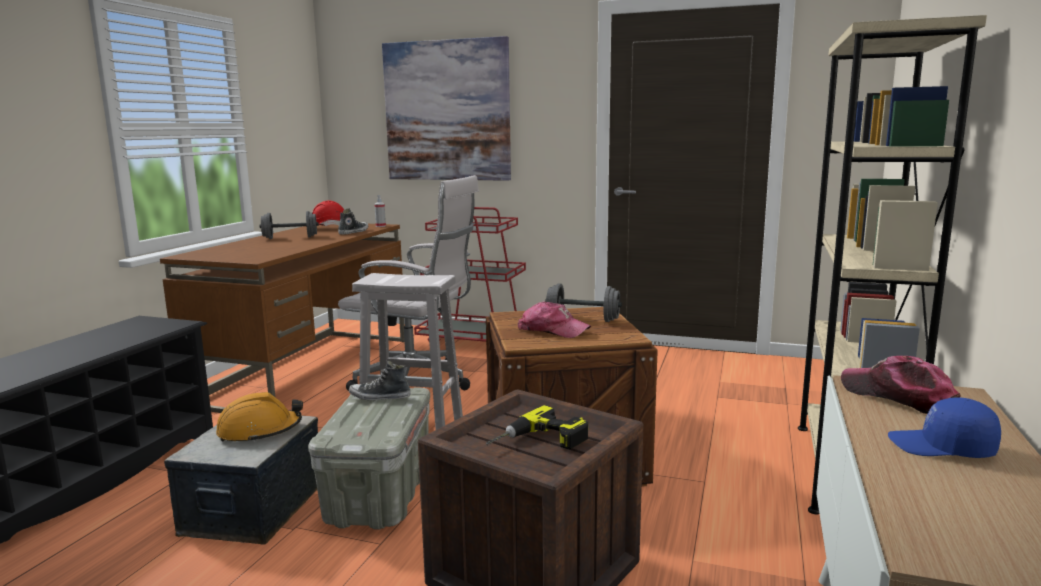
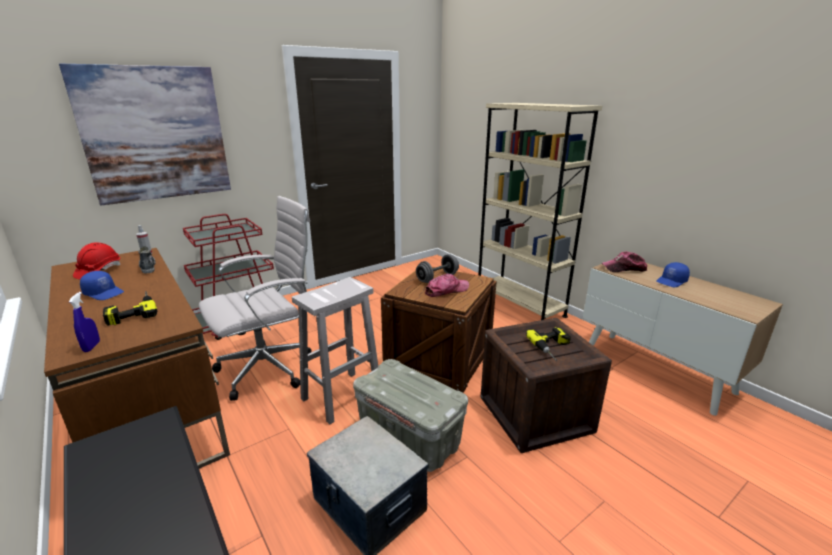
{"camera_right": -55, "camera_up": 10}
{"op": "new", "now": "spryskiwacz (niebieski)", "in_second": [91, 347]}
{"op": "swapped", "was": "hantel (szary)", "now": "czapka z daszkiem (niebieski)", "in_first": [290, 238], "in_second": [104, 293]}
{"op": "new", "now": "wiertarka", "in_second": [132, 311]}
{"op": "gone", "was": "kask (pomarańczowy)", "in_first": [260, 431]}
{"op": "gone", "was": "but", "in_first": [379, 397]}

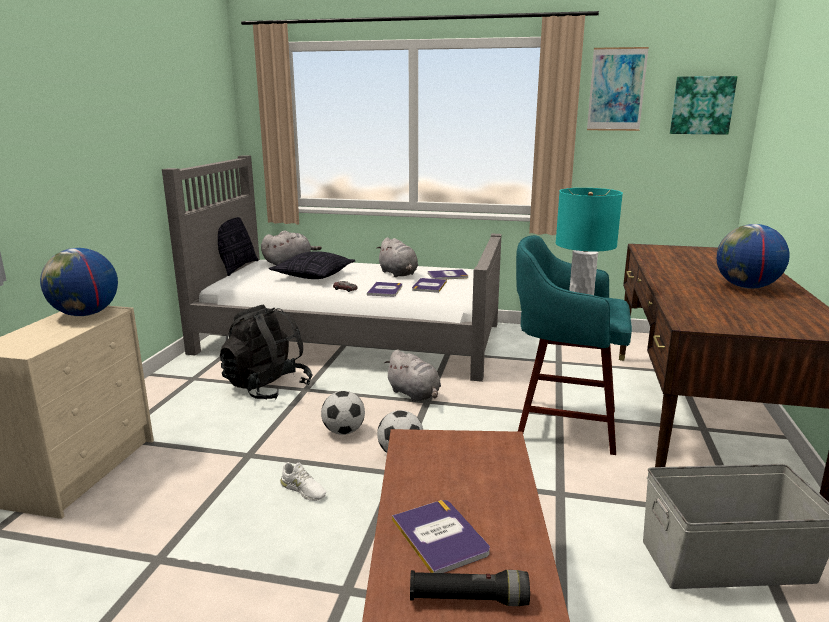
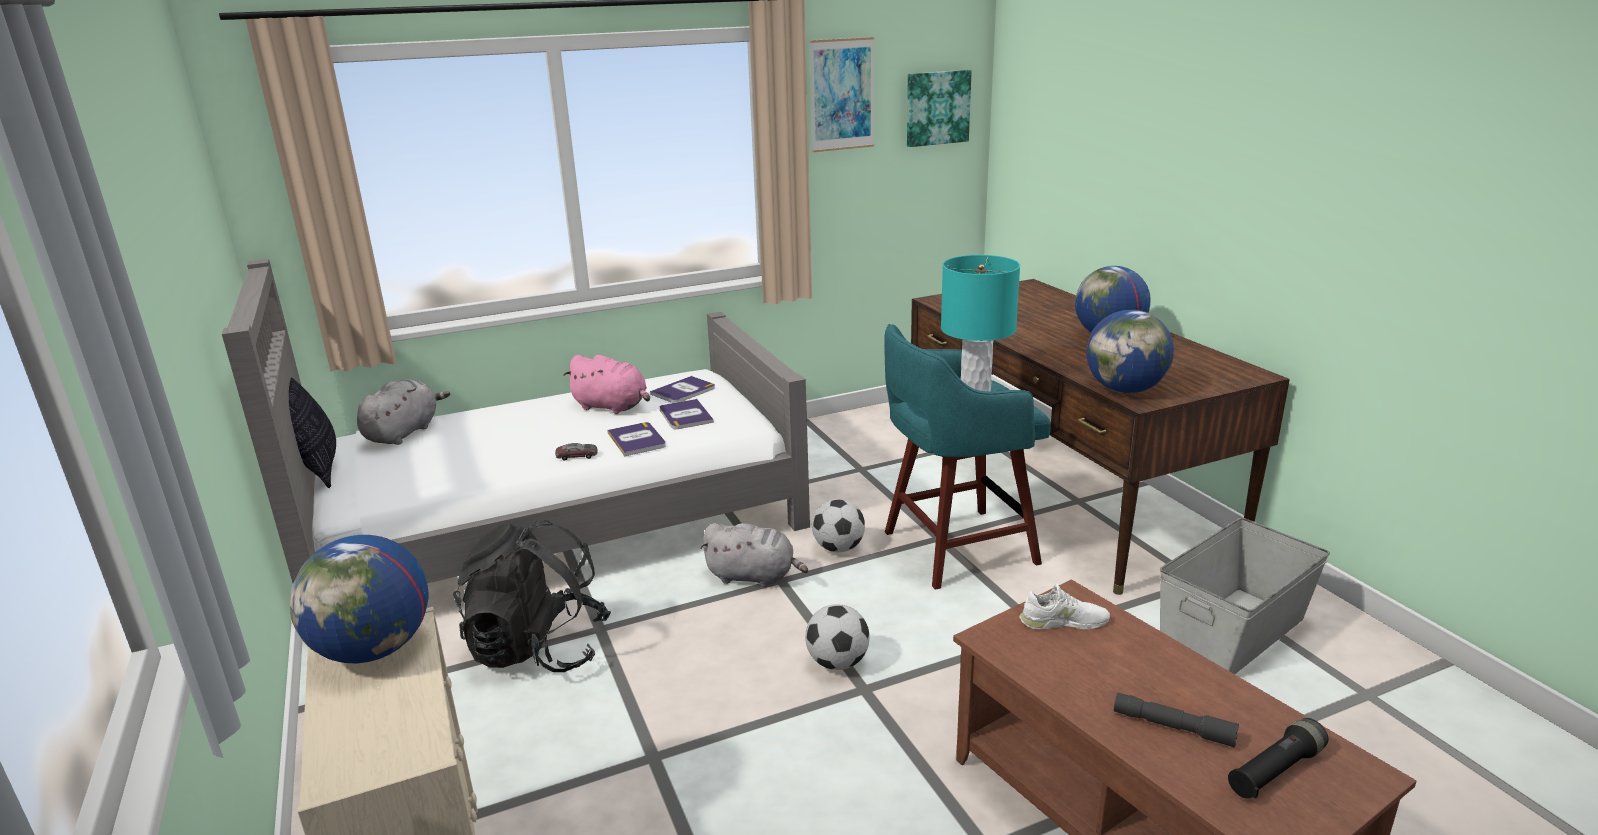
{"camera_right": -35, "camera_up": 5}
{"op": "repainted", "was": "pluszak (szary)", "now": "pluszak (różowy)", "in_first": [398, 274], "in_second": [612, 407]}
{"op": "shifted", "was": "piłka futbolowa", "in_first": [343, 431], "in_second": [838, 548]}
{"op": "shifted", "was": "but (biały)", "in_first": [303, 490], "in_second": [1063, 621]}
{"op": "new", "now": "globus", "in_second": [1125, 390]}
{"op": "swapped", "was": "książka", "now": "latarka (szary)", "in_first": [440, 536], "in_second": [1173, 727]}
{"op": "gone", "was": "poduszka", "in_first": [314, 276]}

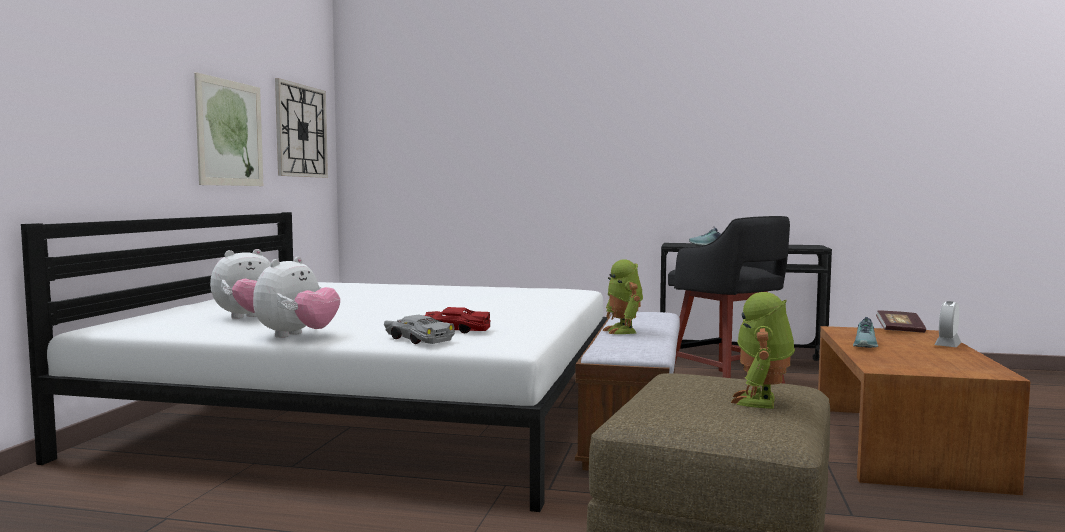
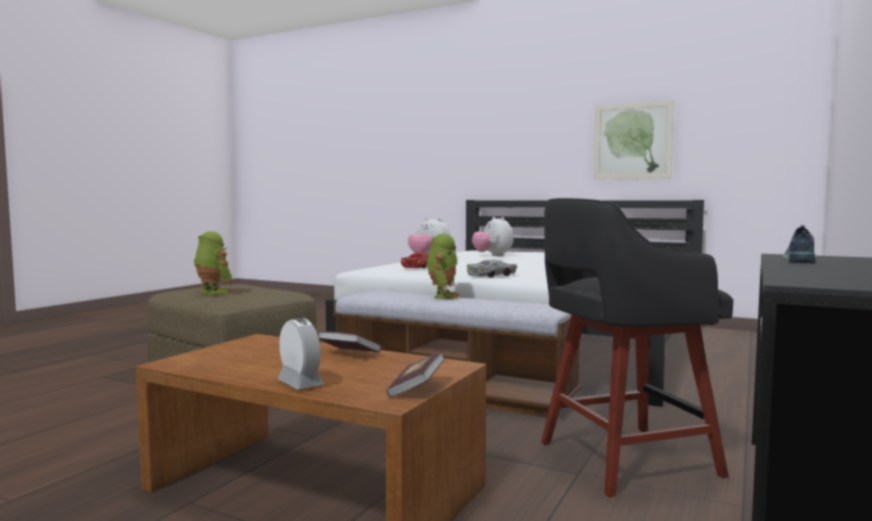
{"camera_right": 105, "camera_up": 0}
{"op": "swapped", "was": "but", "now": "książka", "in_first": [866, 345], "in_second": [349, 354]}
{"op": "rotated", "was": "robot zabawkowy", "in_first": [623, 331], "in_second": [443, 296], "clockwise": 105}
{"op": "shifted", "was": "samochodzik (szary)", "in_first": [418, 339], "in_second": [492, 275]}
{"op": "gone", "was": "zegar ścienny", "in_first": [301, 131]}

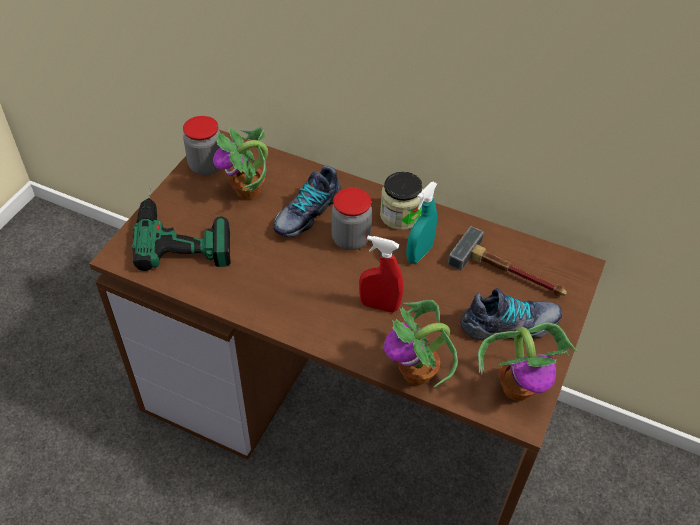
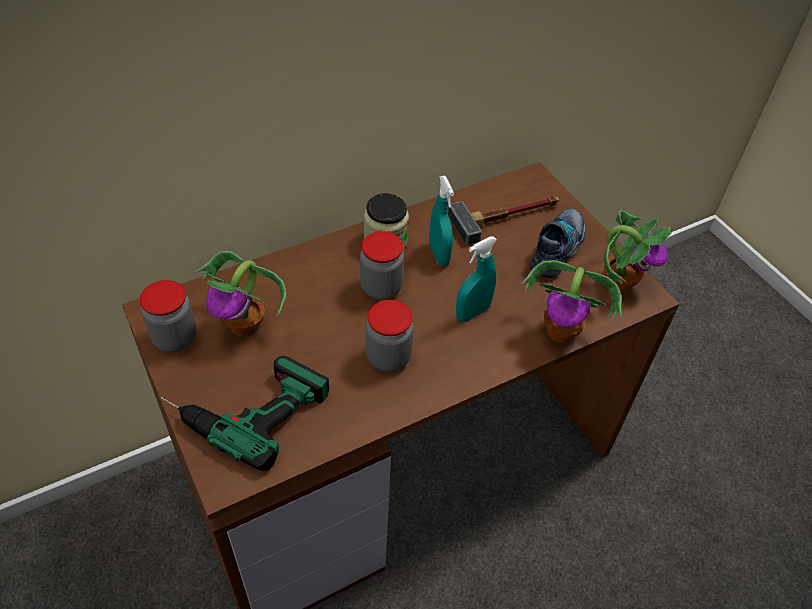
{"camera_right": -55, "camera_up": 0}
{"op": "new", "now": "słoik", "in_second": [388, 357]}
{"op": "repainted", "was": "spryskiwacz (czerwony)", "now": "spryskiwacz (turkusowy)", "in_first": [379, 305], "in_second": [472, 313]}
{"op": "gone", "was": "but", "in_first": [306, 213]}

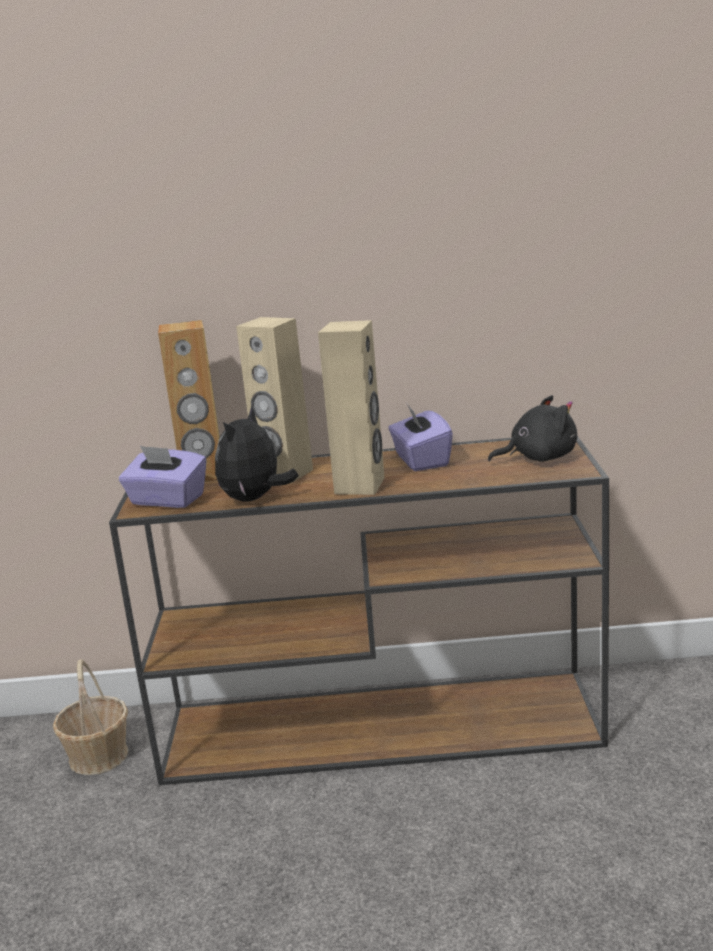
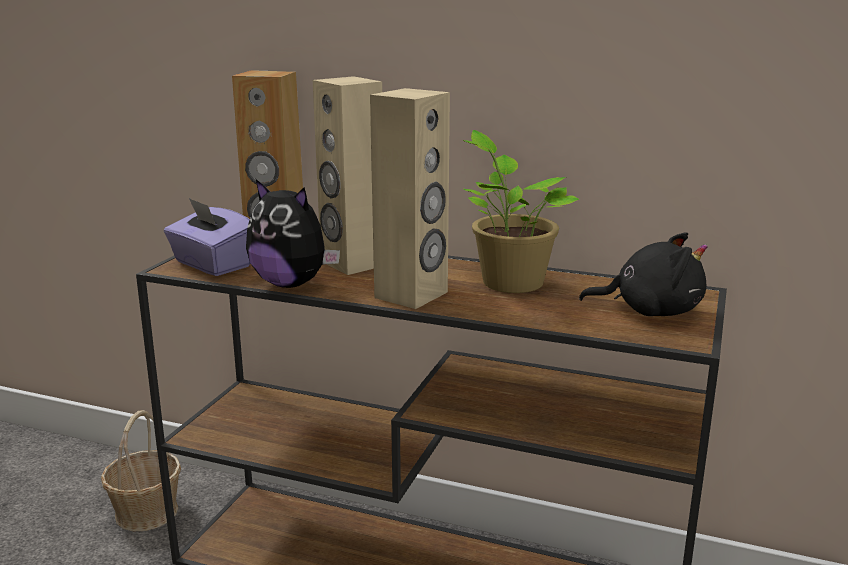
{"camera_right": 20, "camera_up": 0}
{"op": "rotated", "was": "pluszak", "in_first": [254, 499], "in_second": [291, 283], "clockwise": -105}
{"op": "swapped", "was": "pudełko chusteczek (fioletowy)", "now": "roślina doniczkowa", "in_first": [421, 460], "in_second": [509, 281]}

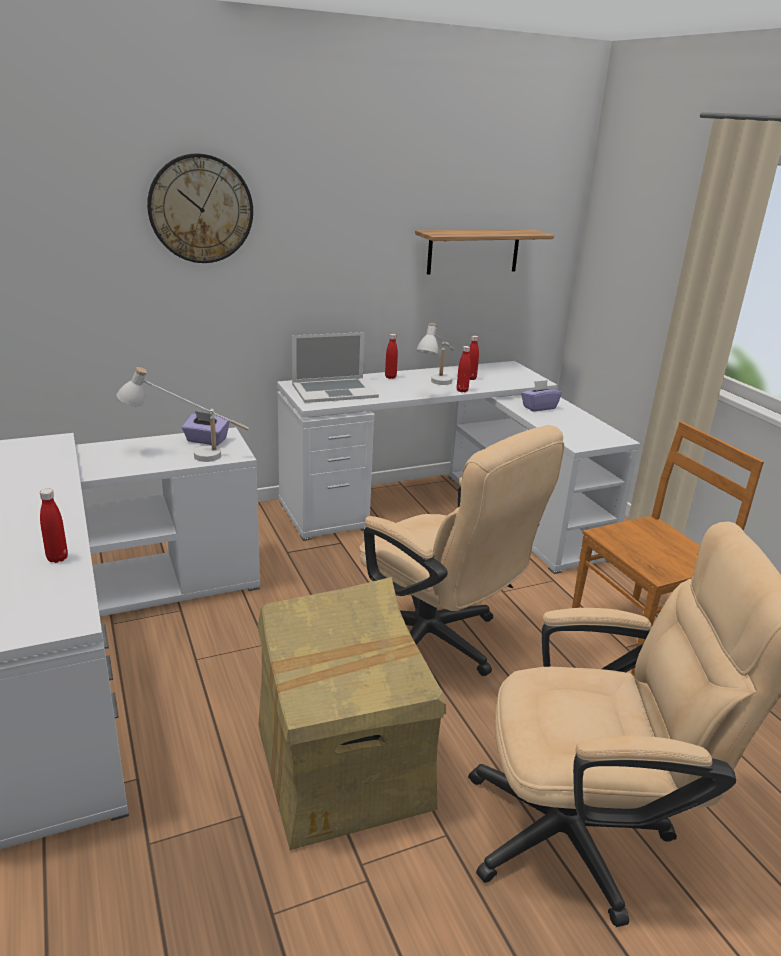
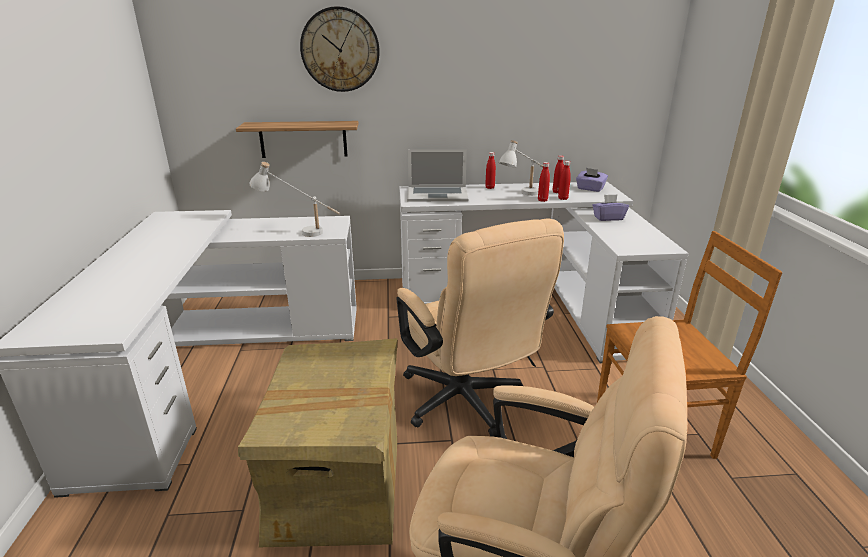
{"camera_right": 20, "camera_up": 0}
{"op": "shifted", "was": "półka", "in_first": [473, 251], "in_second": [303, 139]}
{"op": "shifted", "was": "butelka (czerwony)", "in_first": [57, 558], "in_second": [563, 198]}
{"op": "shifted", "was": "pudełko chusteczek (fioletowy)", "in_first": [206, 440], "in_second": [590, 189]}

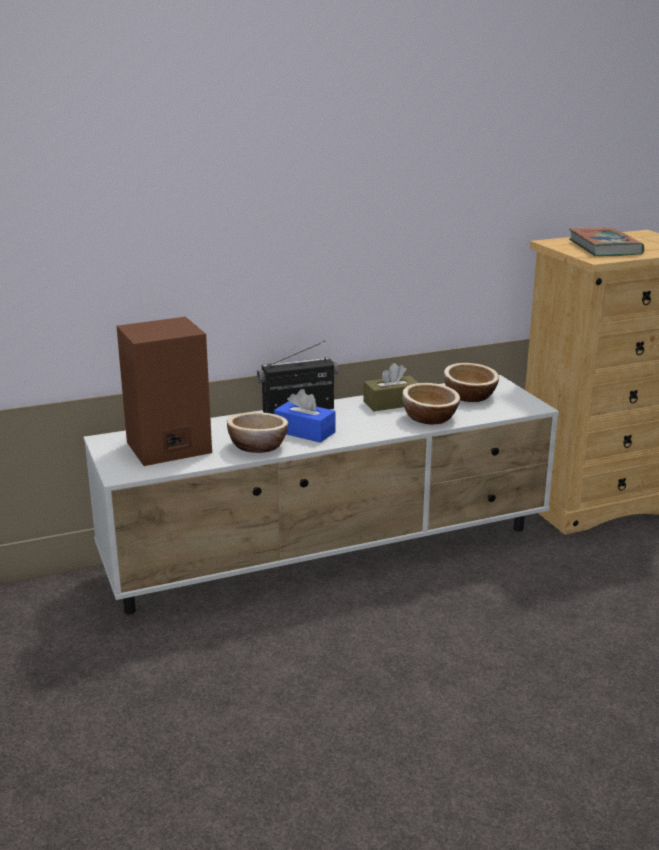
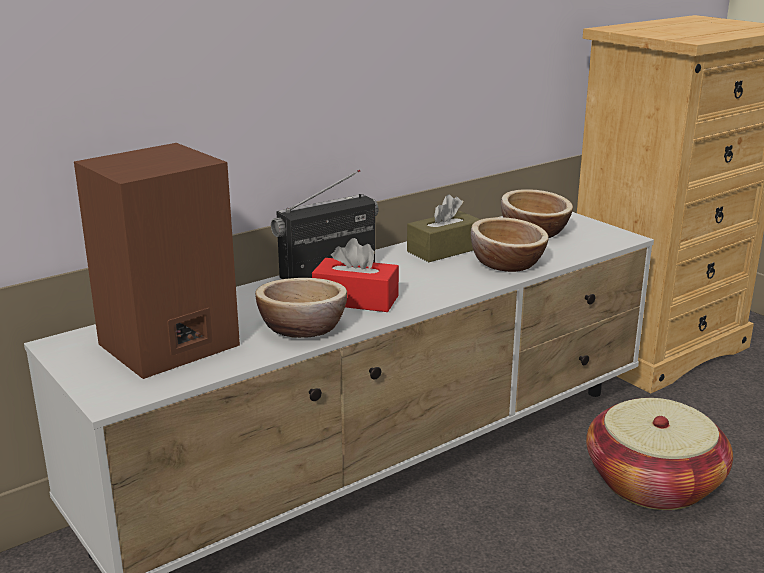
{"camera_right": -15, "camera_up": 0}
{"op": "repainted", "was": "pudełko chusteczek (niebieski)", "now": "pudełko chusteczek (czerwony)", "in_first": [304, 432], "in_second": [356, 300]}
{"op": "new", "now": "koszyk", "in_second": [653, 483]}
{"op": "gone", "was": "książka", "in_first": [604, 247]}

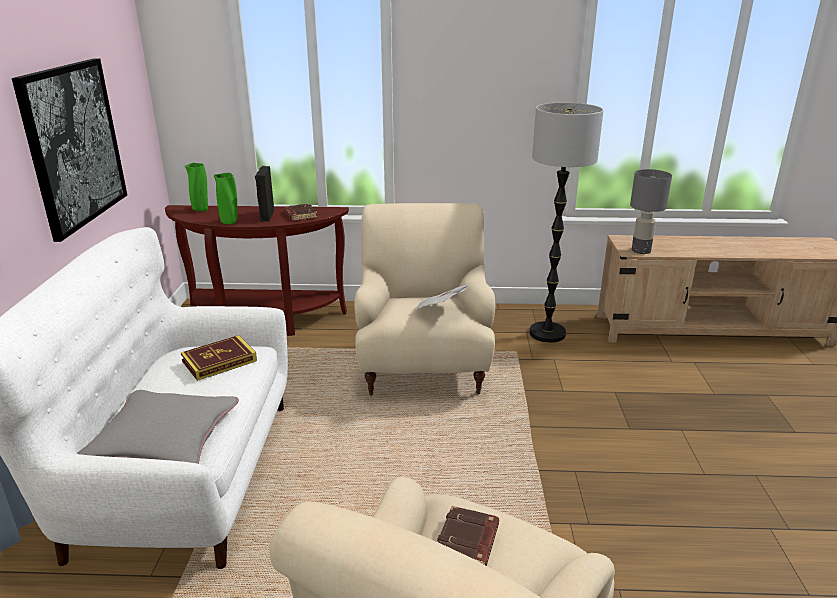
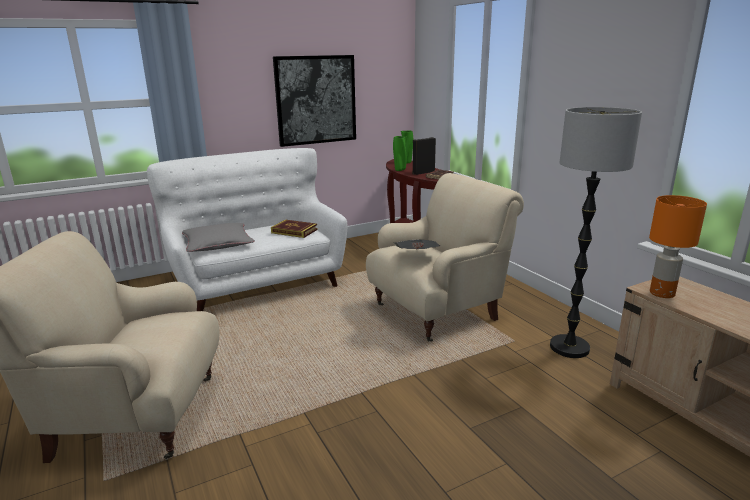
{"camera_right": 60, "camera_up": -5}
{"op": "repainted", "was": "lampa stołowa (szary)", "now": "lampa stołowa (pomarańczowy)", "in_first": [641, 251], "in_second": [662, 293]}
{"op": "gone", "was": "książka (brązowy)", "in_first": [468, 542]}

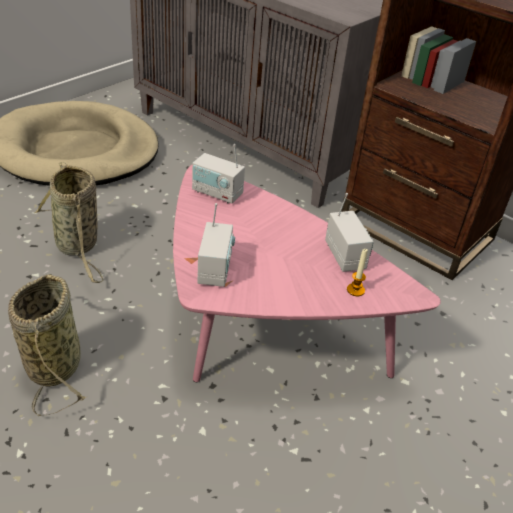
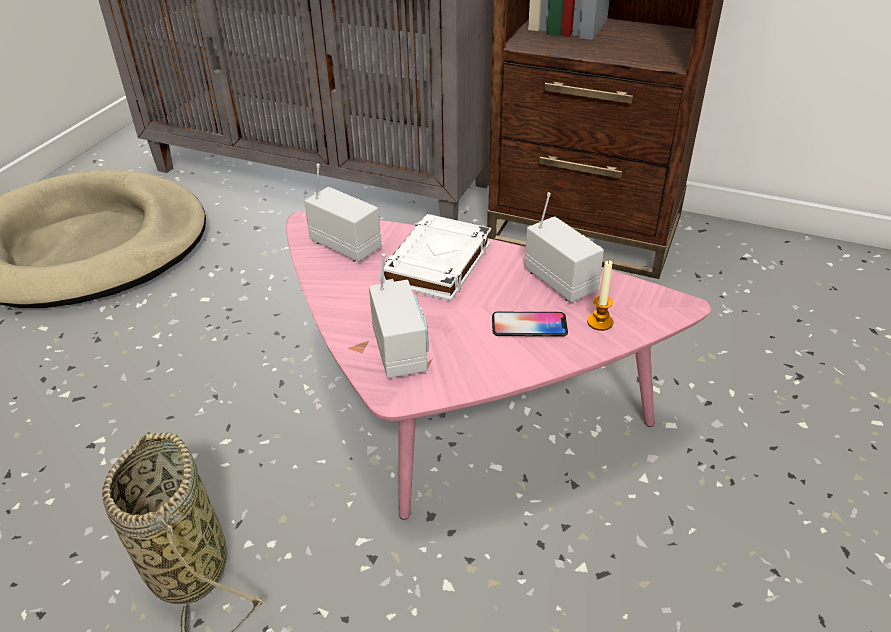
{"camera_right": -15, "camera_up": 0}
{"op": "rotated", "was": "radio", "in_first": [217, 193], "in_second": [346, 245], "clockwise": -150}
{"op": "new", "now": "książka (biały)", "in_second": [437, 264]}
{"op": "new", "now": "telefon", "in_second": [529, 325]}
{"op": "gone", "was": "koszyk", "in_first": [78, 246]}

